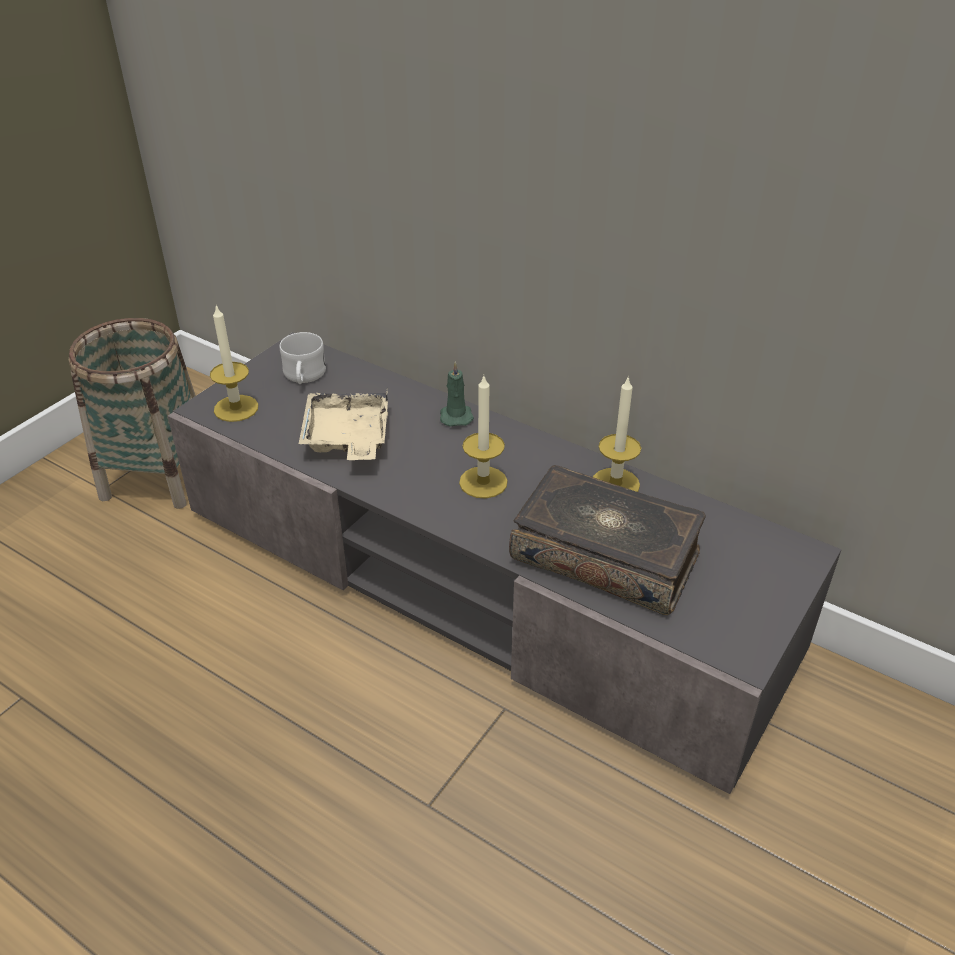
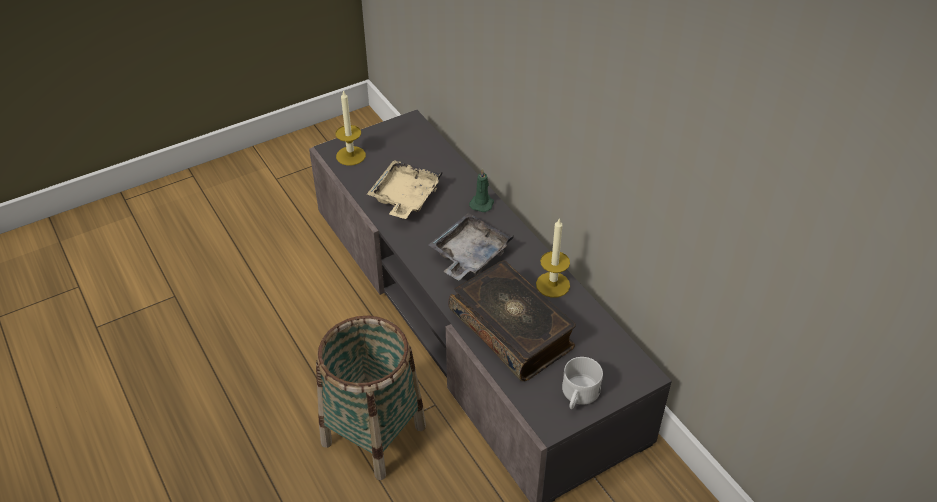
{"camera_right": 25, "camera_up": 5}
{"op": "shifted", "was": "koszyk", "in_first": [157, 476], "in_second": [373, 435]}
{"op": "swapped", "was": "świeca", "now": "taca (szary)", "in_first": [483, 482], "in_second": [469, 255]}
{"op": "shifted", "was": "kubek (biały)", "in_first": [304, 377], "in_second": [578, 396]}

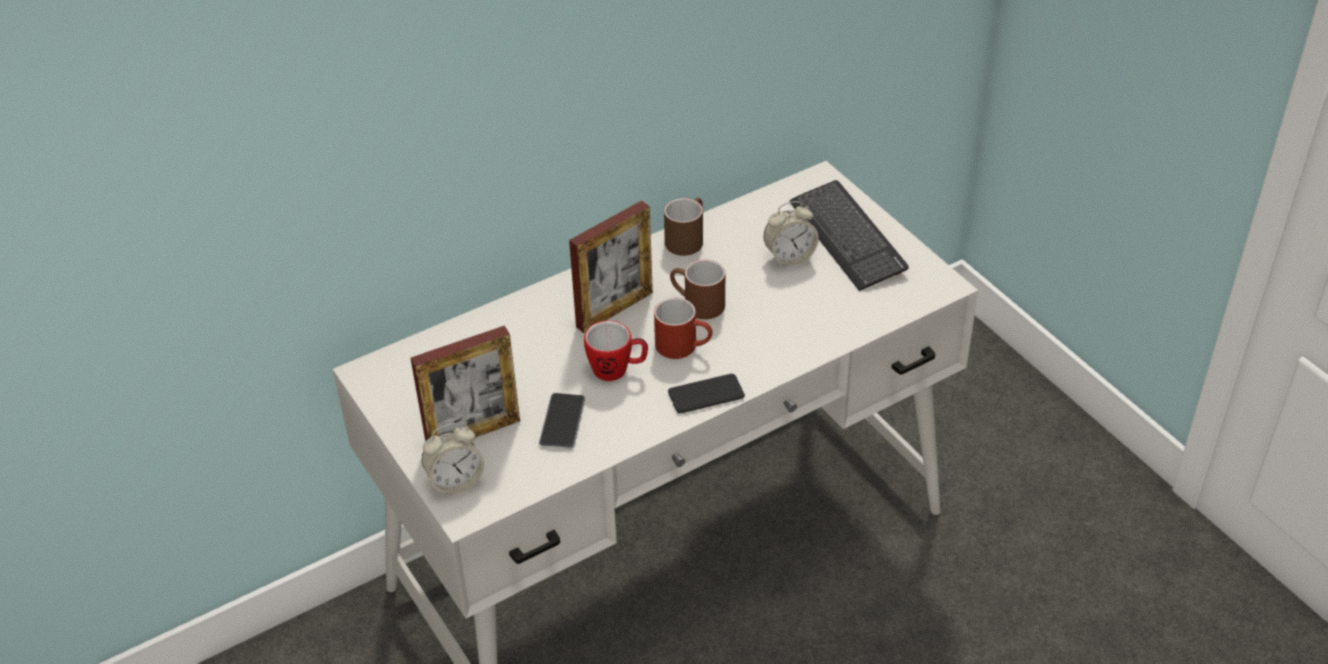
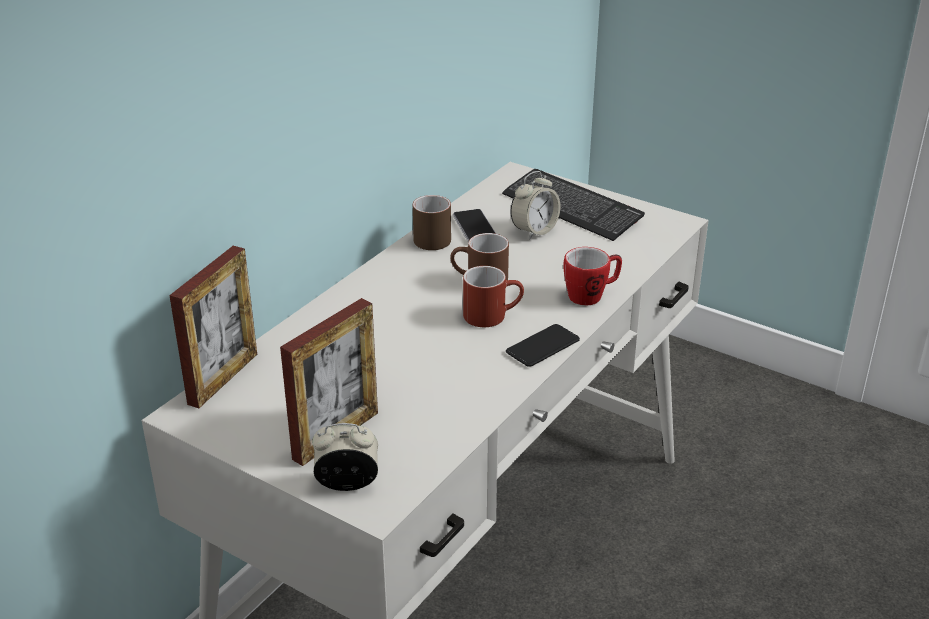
{"camera_right": -25, "camera_up": -10}
{"op": "shifted", "was": "ramka na zdjęcie", "in_first": [614, 309], "in_second": [223, 378]}
{"op": "rotated", "was": "budzik", "in_first": [455, 482], "in_second": [347, 483], "clockwise": -135}
{"op": "shifted", "was": "telefon", "in_first": [562, 422], "in_second": [474, 227]}
{"op": "shifted", "was": "kubek", "in_first": [617, 370], "in_second": [591, 295]}

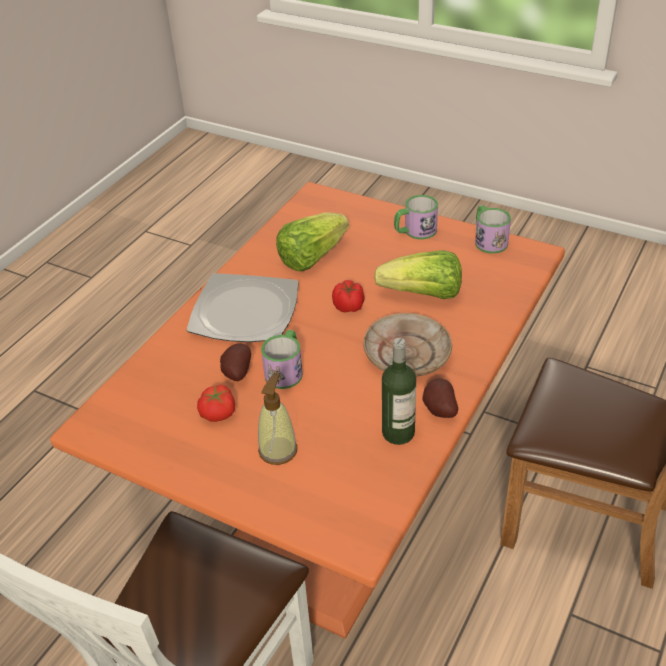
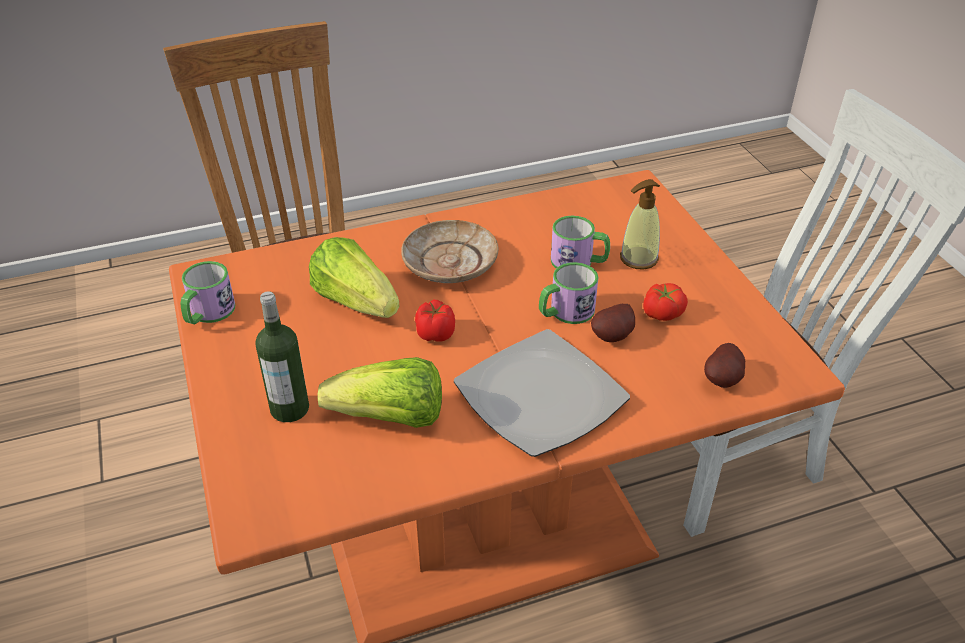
{"camera_right": -140, "camera_up": 0}
{"op": "shifted", "was": "butelka", "in_first": [398, 433], "in_second": [289, 408]}
{"op": "shifted", "was": "kubek", "in_first": [415, 231], "in_second": [579, 262]}
{"op": "shifted", "was": "ziemniak", "in_first": [438, 410], "in_second": [723, 380]}

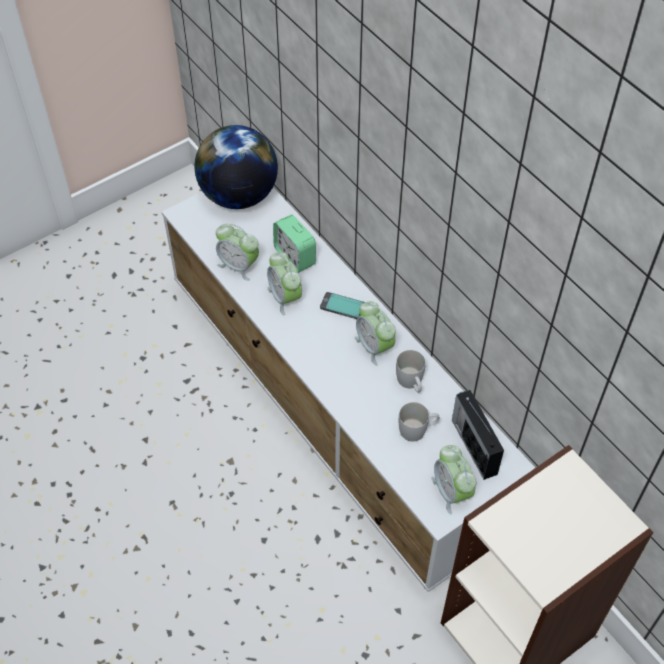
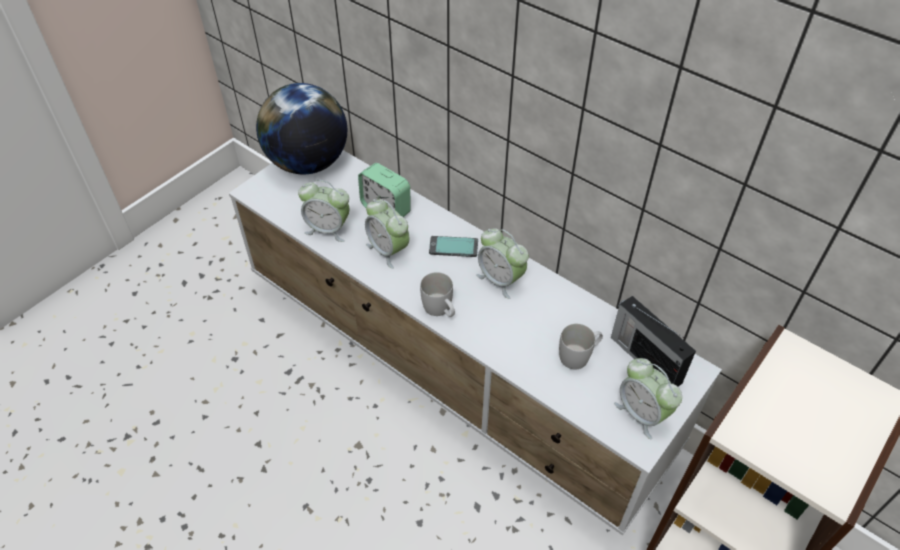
{"camera_right": -15, "camera_up": -5}
{"op": "shifted", "was": "kubek (biały)", "in_first": [411, 383], "in_second": [440, 310]}

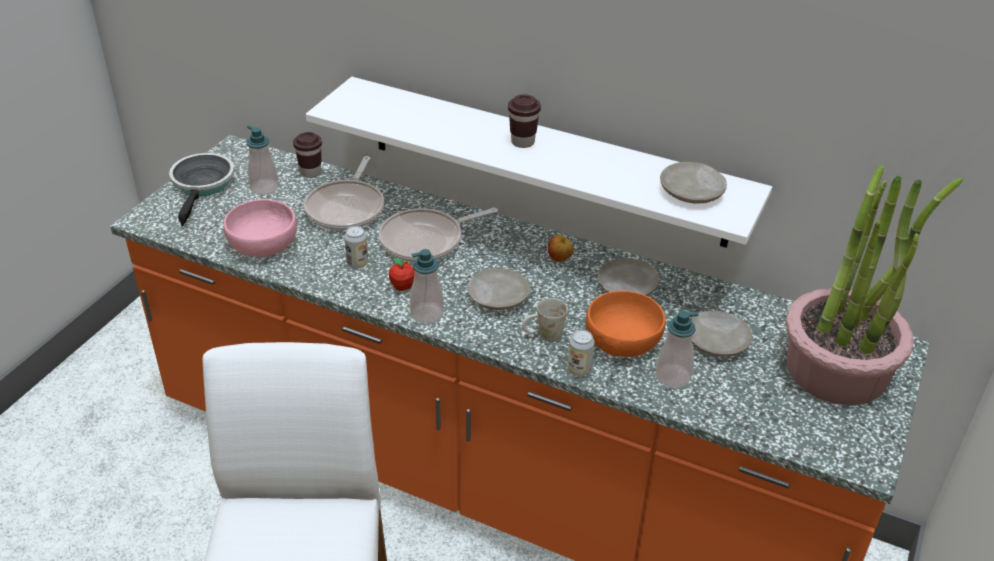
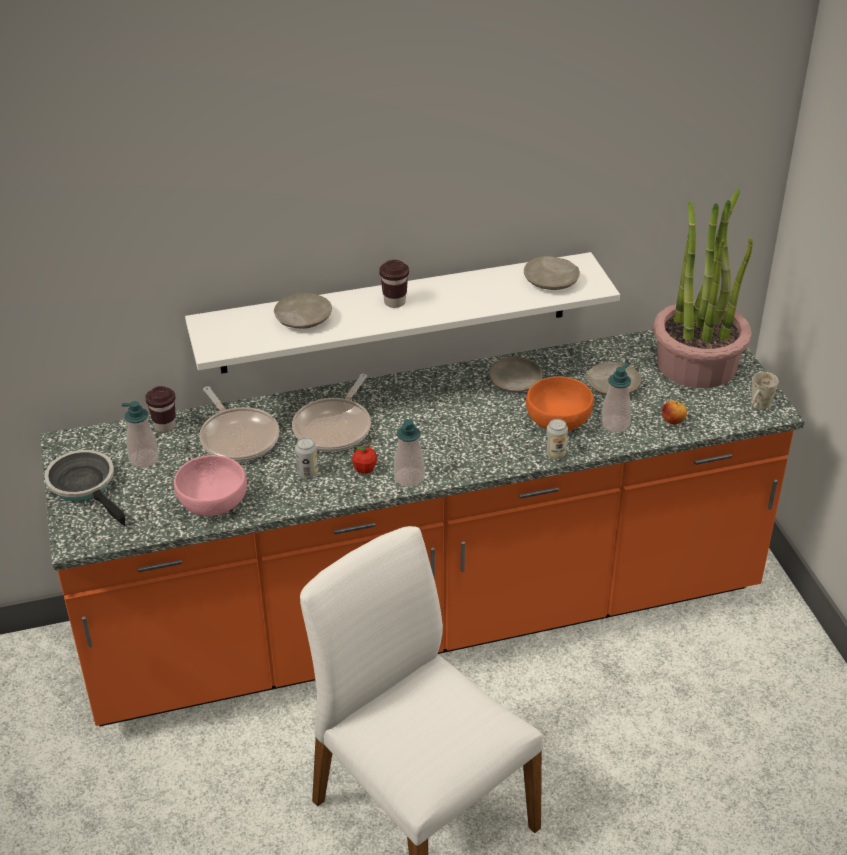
{"camera_right": -40, "camera_up": 0}
{"op": "shifted", "was": "talerz (beżowy)", "in_first": [497, 297], "in_second": [303, 319]}
{"op": "shifted", "was": "jabłko", "in_first": [559, 259], "in_second": [673, 422]}
{"op": "shifted", "was": "kubek (biały)", "in_first": [543, 336], "in_second": [758, 407]}

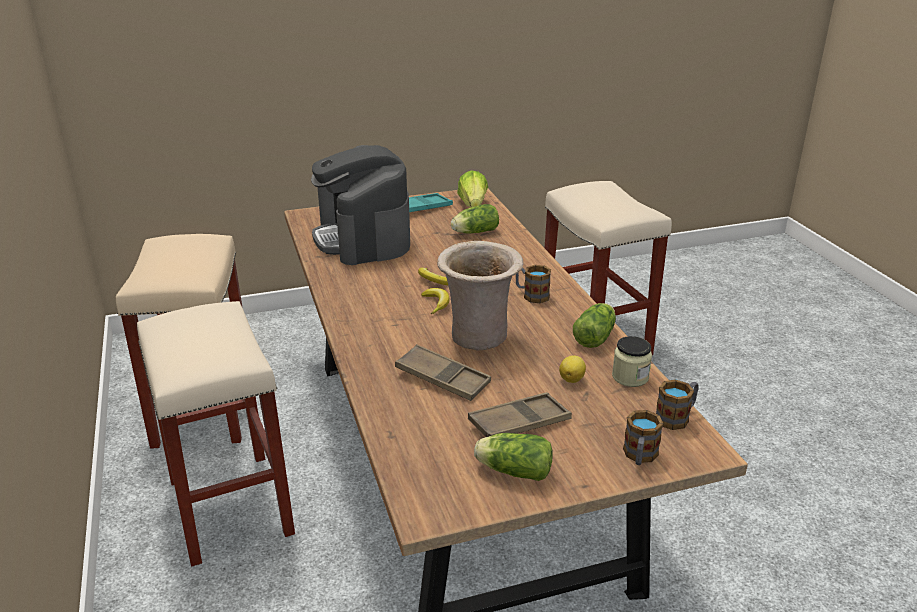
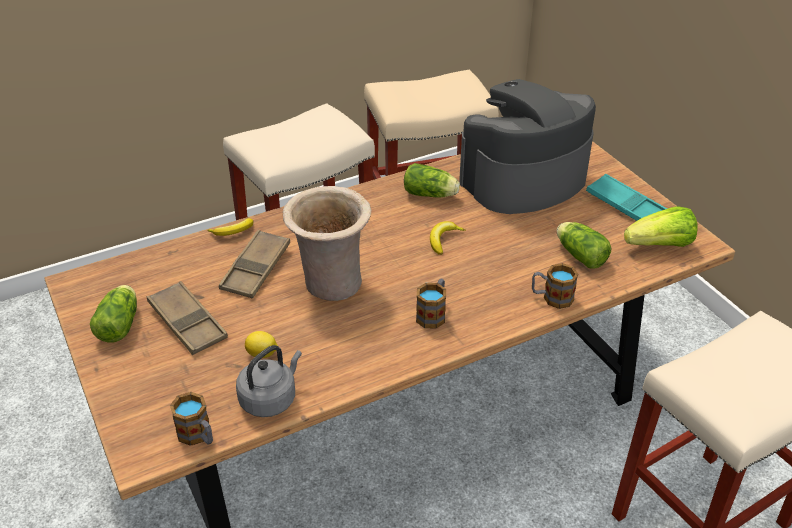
{"camera_right": 80, "camera_up": 10}
{"op": "shifted", "was": "banan", "in_first": [436, 304], "in_second": [233, 232]}
{"op": "swapped", "was": "słoik", "now": "czajnik (szary)", "in_first": [630, 377], "in_second": [270, 399]}
{"op": "shifted", "was": "sałata", "in_first": [595, 336], "in_second": [431, 195]}
{"op": "shifted", "was": "kubek", "in_first": [639, 456], "in_second": [551, 298]}

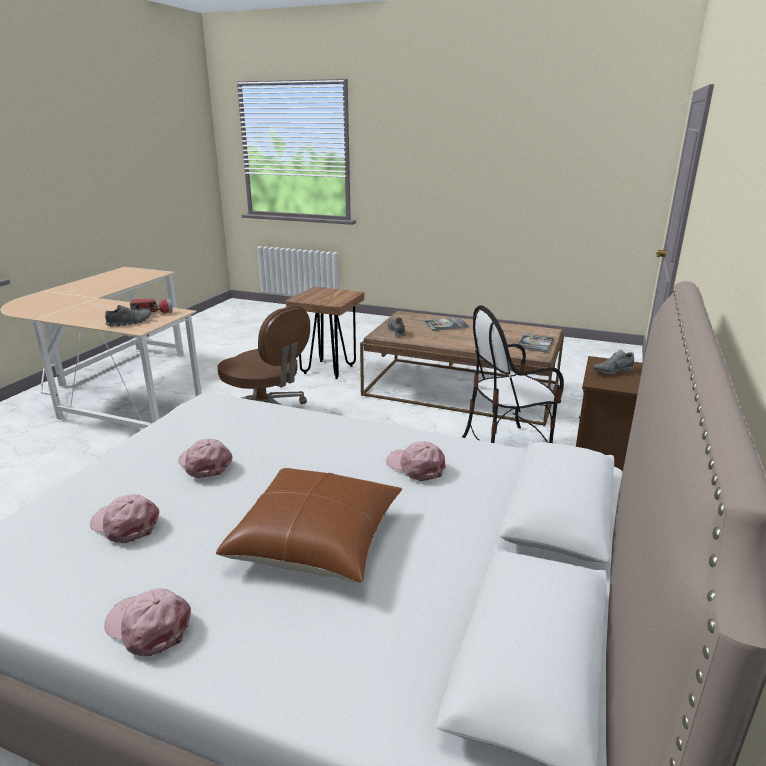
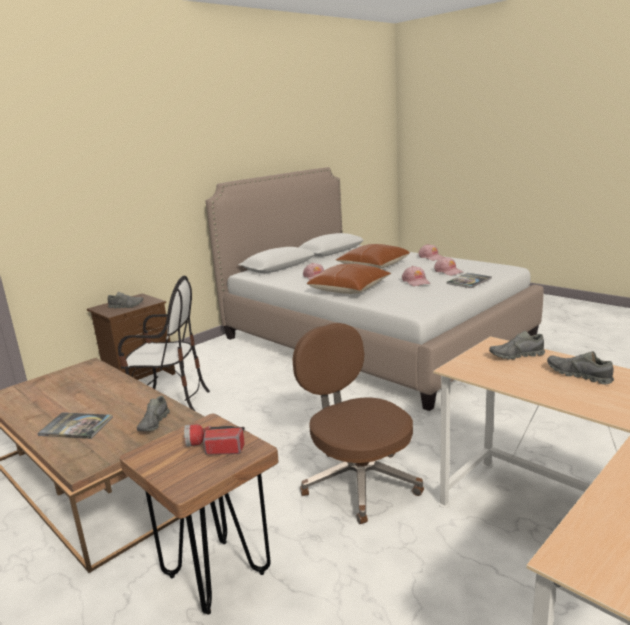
{"camera_right": -155, "camera_up": -5}
{"op": "shifted", "was": "latarka", "in_first": [152, 313], "in_second": [214, 446]}
{"op": "new", "now": "poduszka (brązowy)", "in_second": [349, 289]}
{"op": "shifted", "was": "książka", "in_first": [535, 344], "in_second": [469, 281]}
{"op": "new", "now": "but (szary)", "in_second": [578, 375]}

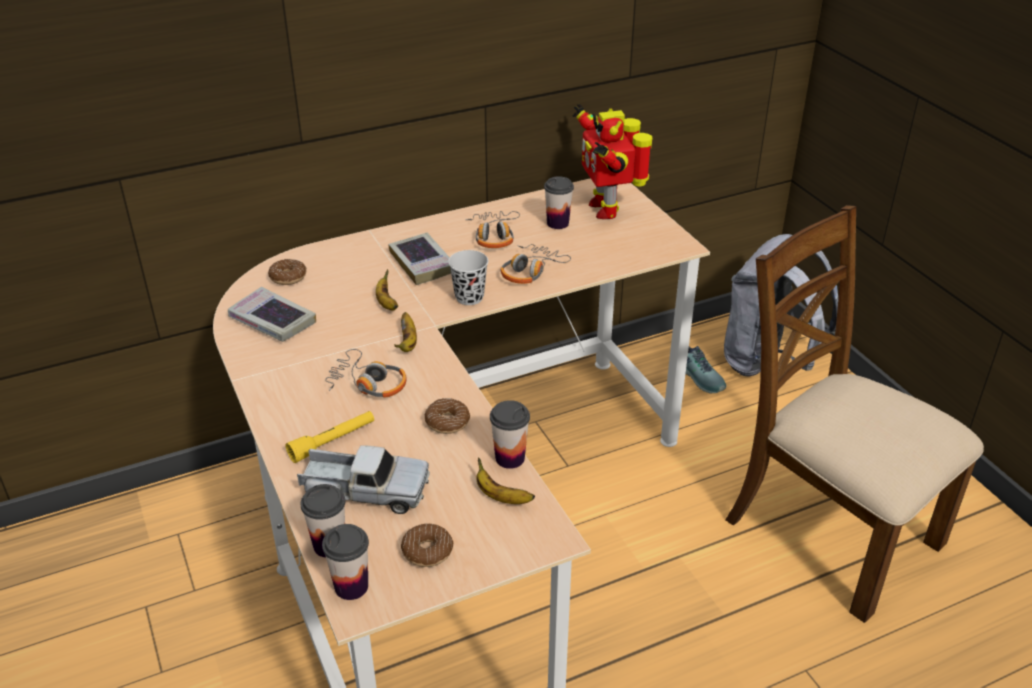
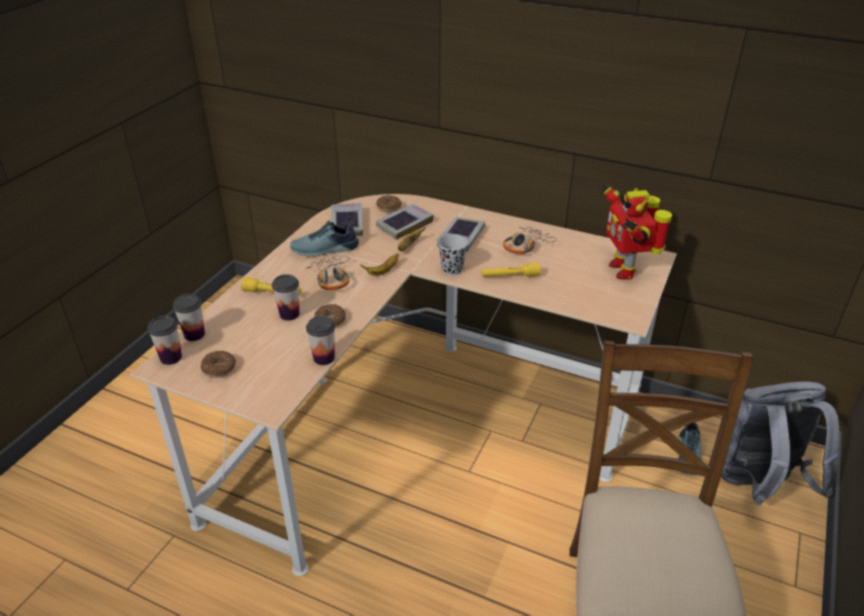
{"camera_right": 50, "camera_up": 0}
{"op": "shifted", "was": "filiżanka", "in_first": [557, 223], "in_second": [289, 314]}
{"op": "new", "now": "but", "in_second": [325, 249]}
{"op": "new", "now": "książka", "in_second": [404, 225]}
{"op": "swapped", "was": "słuchawki", "now": "latarka (żółty)", "in_first": [531, 271], "in_second": [510, 276]}
{"op": "rotated", "was": "robot zabawkowy", "in_first": [606, 208], "in_second": [624, 269], "clockwise": -45}
{"op": "gone", "was": "ciężarówka zabawkowa", "in_first": [365, 490]}
{"op": "gone", "was": "banan", "in_first": [501, 497]}

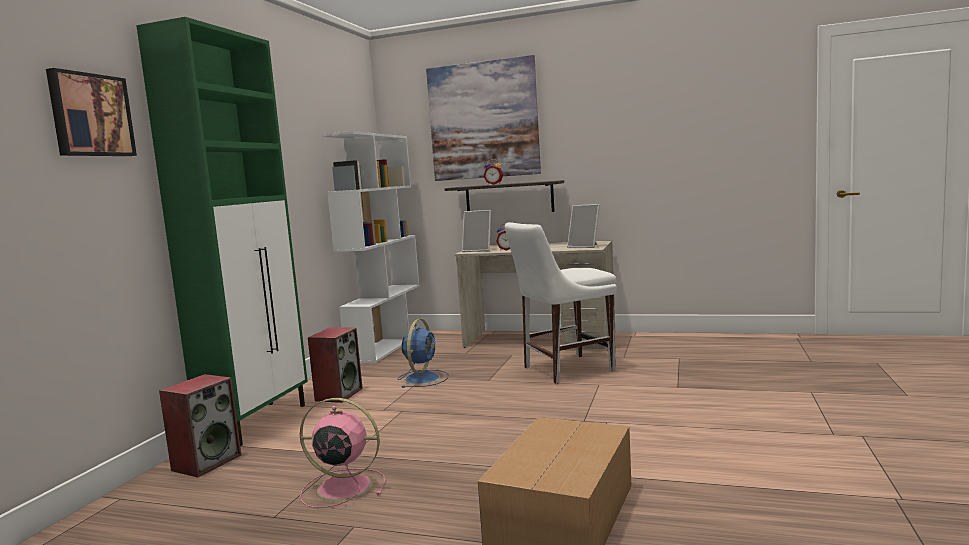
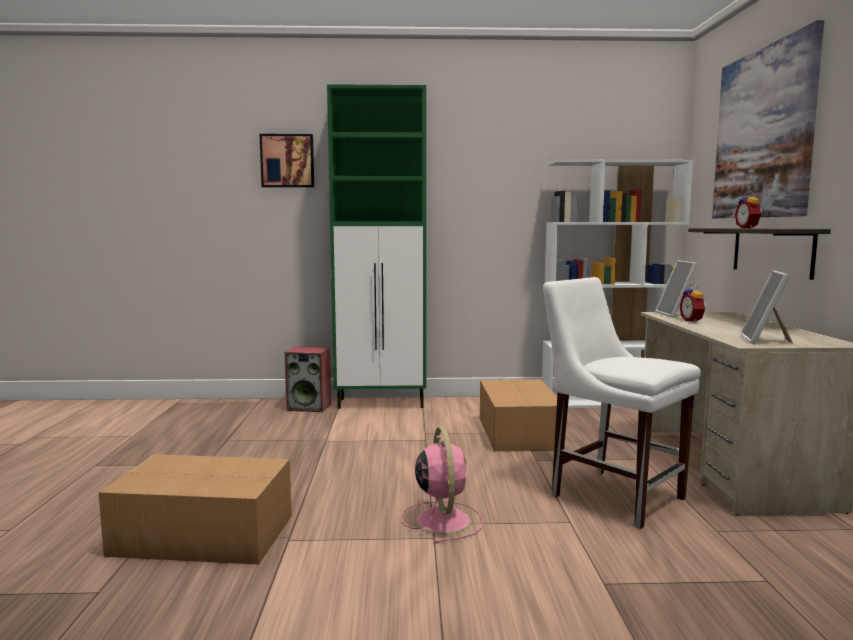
{"camera_right": 70, "camera_up": 0}
{"op": "shifted", "was": "wentylator (różowy)", "in_first": [342, 487], "in_second": [442, 519]}
{"op": "swapped", "was": "wentylator (niebieski)", "now": "karton", "in_first": [423, 378], "in_second": [519, 432]}
{"op": "gone", "was": "głośnik", "in_first": [338, 394]}

